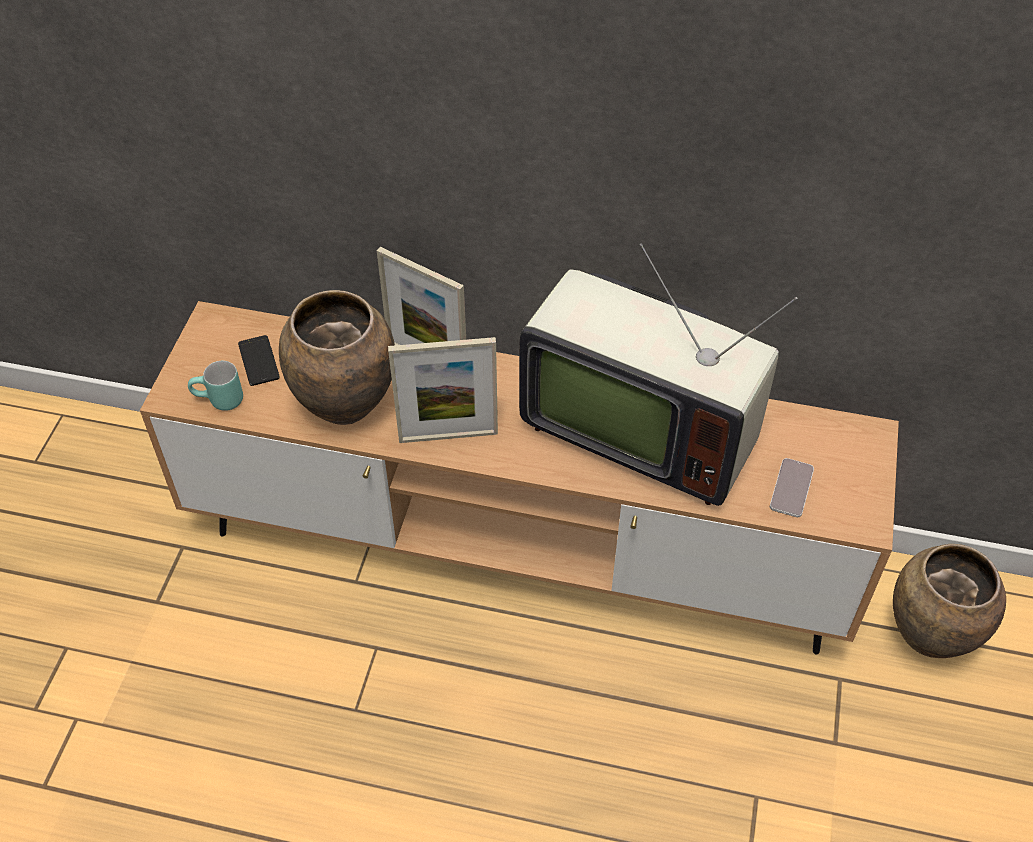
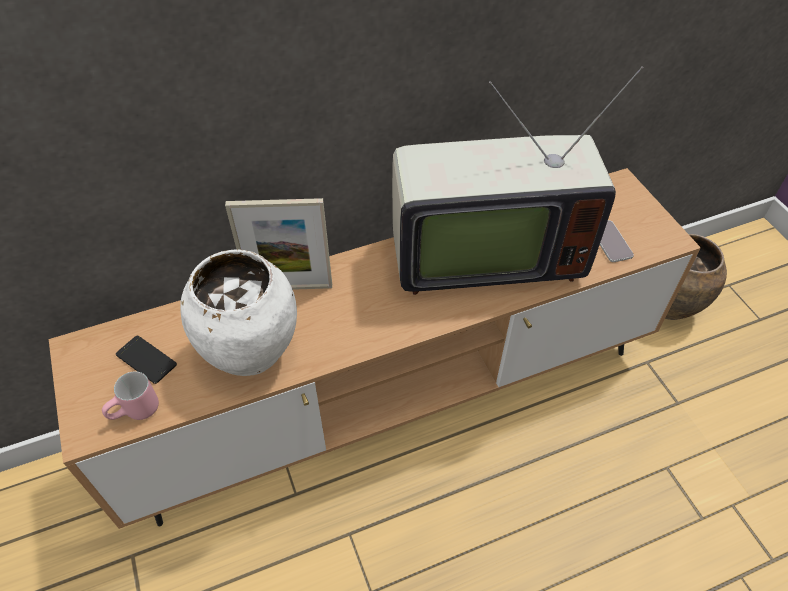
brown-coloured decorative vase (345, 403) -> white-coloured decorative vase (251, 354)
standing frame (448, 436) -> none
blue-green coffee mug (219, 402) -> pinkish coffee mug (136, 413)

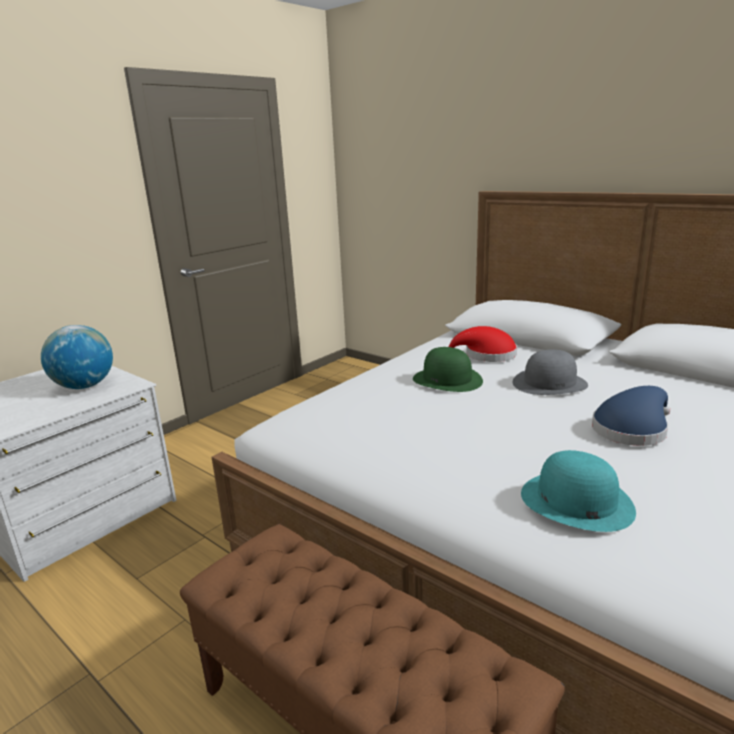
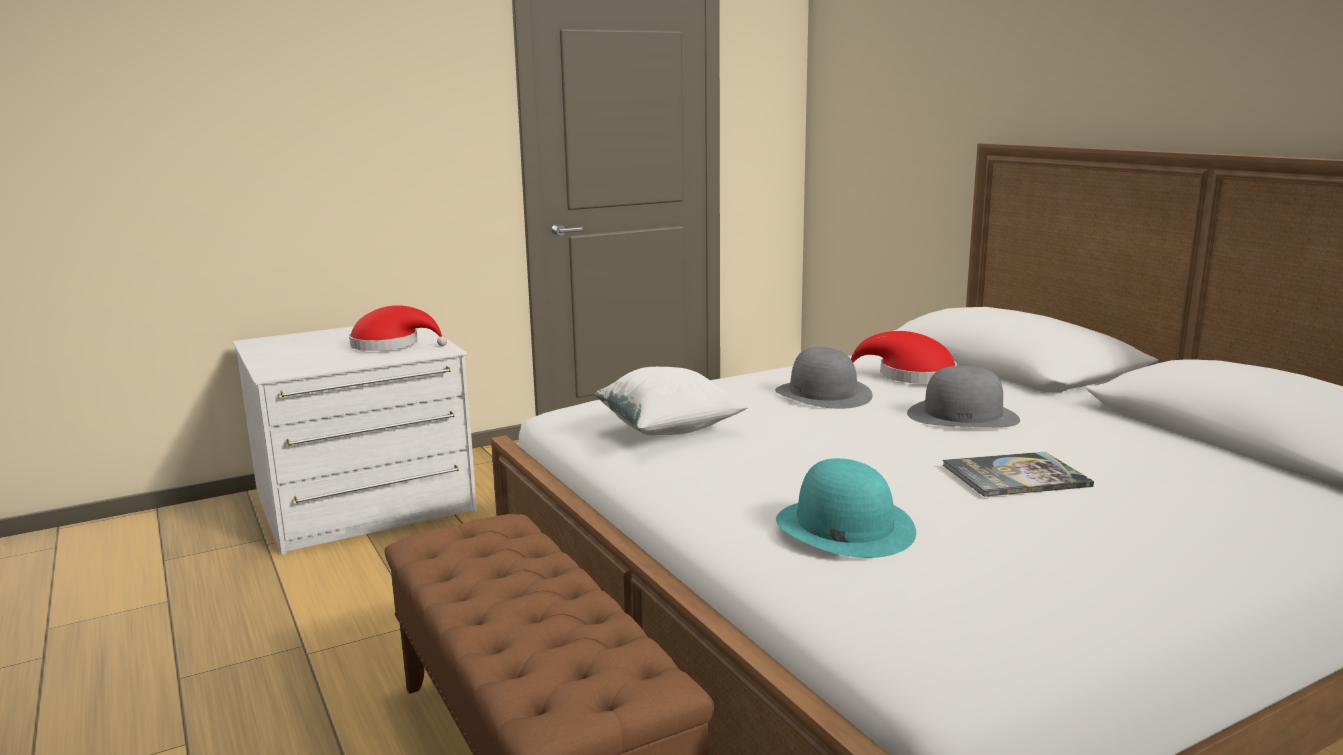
globe (84, 386) -> reddish wearable hat (391, 345)
greenish wearable hat (447, 379) -> gray wearable hat (823, 394)
blue wearable hat (632, 429) -> book (1015, 476)
none -> white-coloured cushion (668, 431)

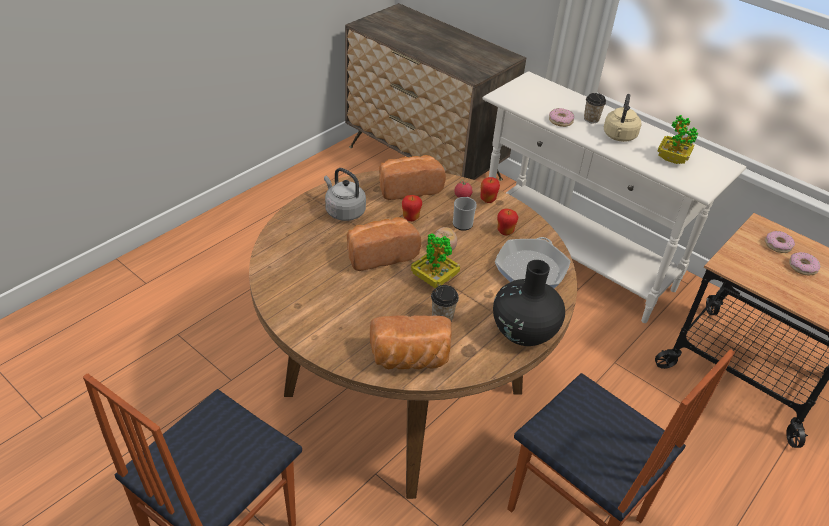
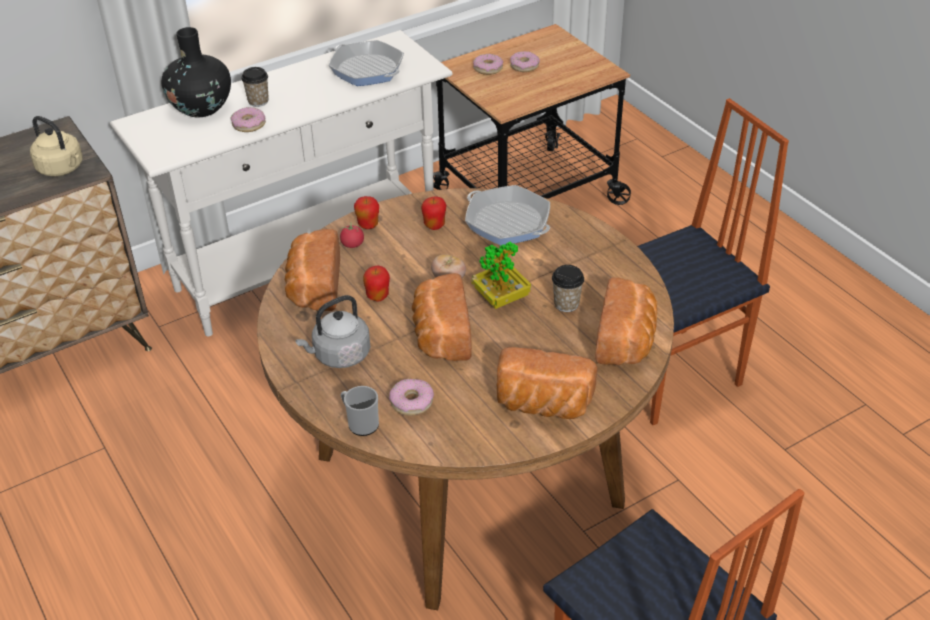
beige kettle (619, 137) -> beige kettle (62, 169), relocated
houseplant (672, 159) -> skillet (367, 69)
coffee mug (463, 222) -> coffee mug (360, 423), relocated
black decorative vase (524, 332) -> black decorative vase (201, 107), relocated
none -> bakery bread (542, 405)
none -> doughnut (411, 402)

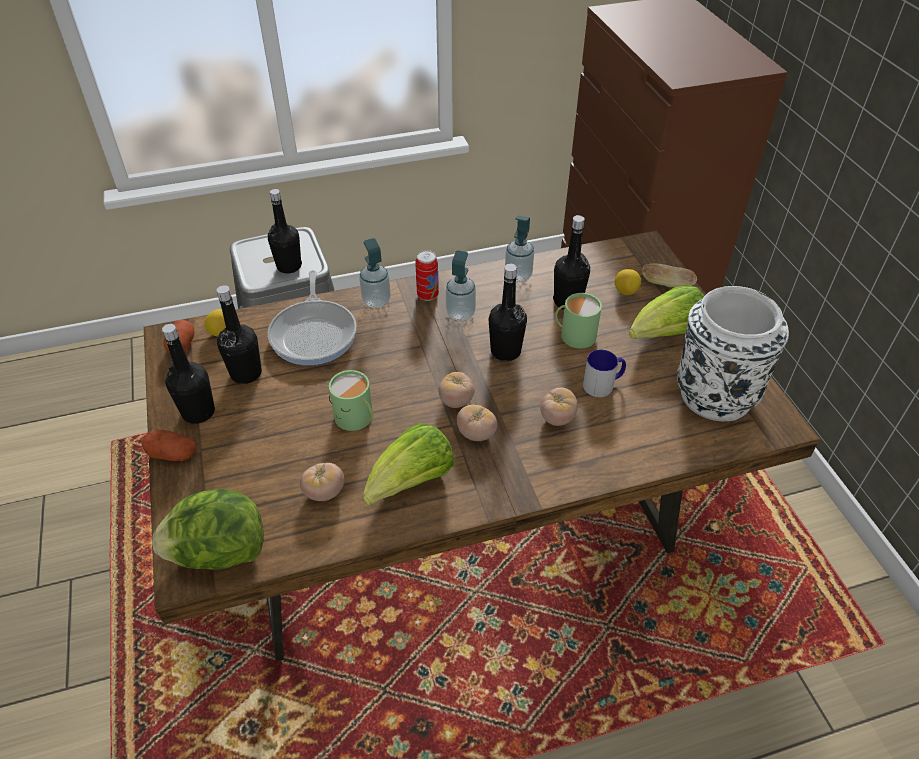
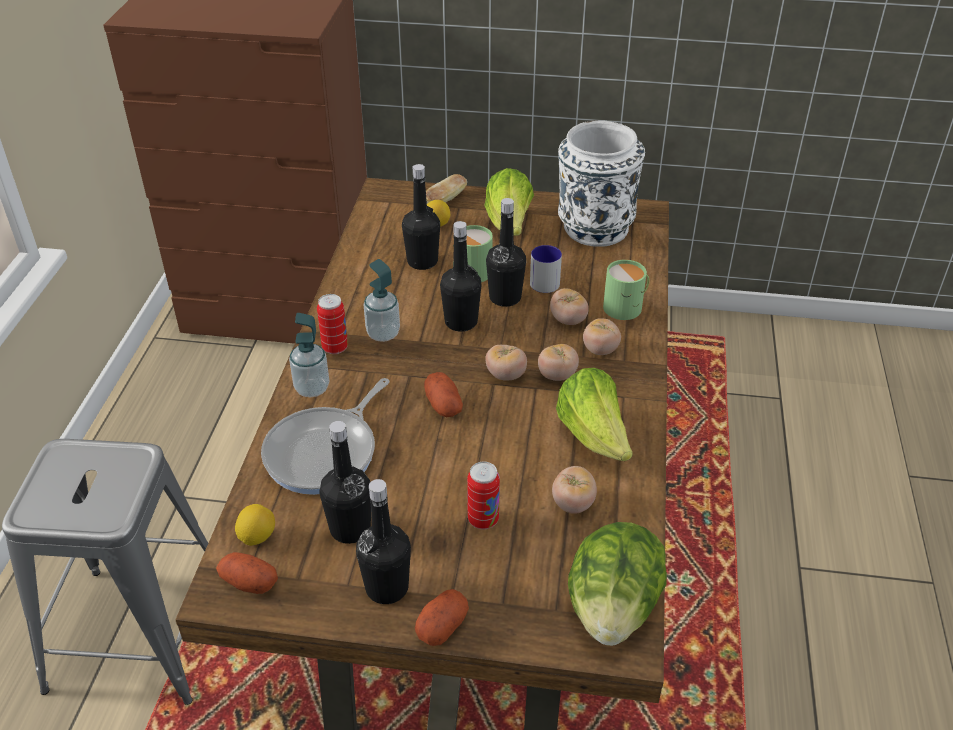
black beverage bottle (289, 266) -> black beverage bottle (505, 297), relocated
liquid soap bottle (518, 276) -> none
skillet (314, 333) -> skillet (325, 452), 105 degrees clockwise
greenish coffee mug (356, 418) -> greenish coffee mug (626, 307), relocated
none -> tomato (600, 350)
none -> potato (443, 405)
none -> sealed can (483, 520)

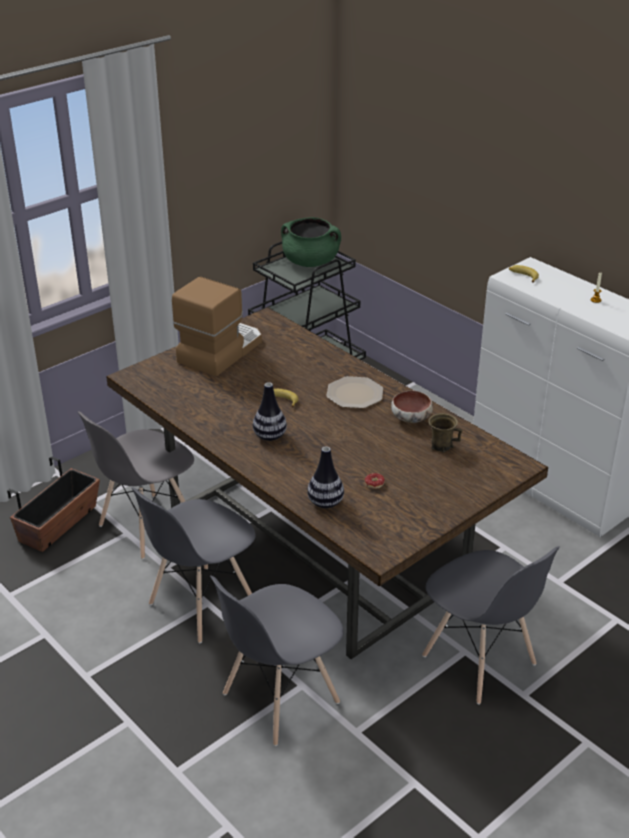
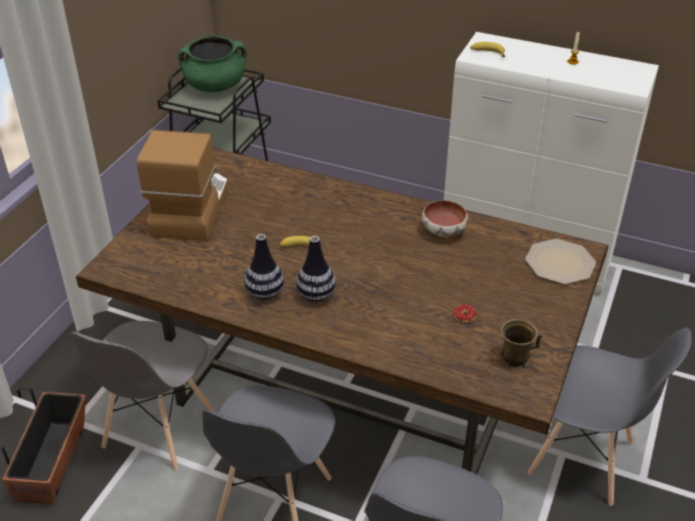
plate (354, 394) -> plate (559, 263), relocated
brown-coloured coffee mug (441, 445) -> brown-coloured coffee mug (515, 357), relocated
decorative vase (325, 503) -> decorative vase (265, 294), relocated

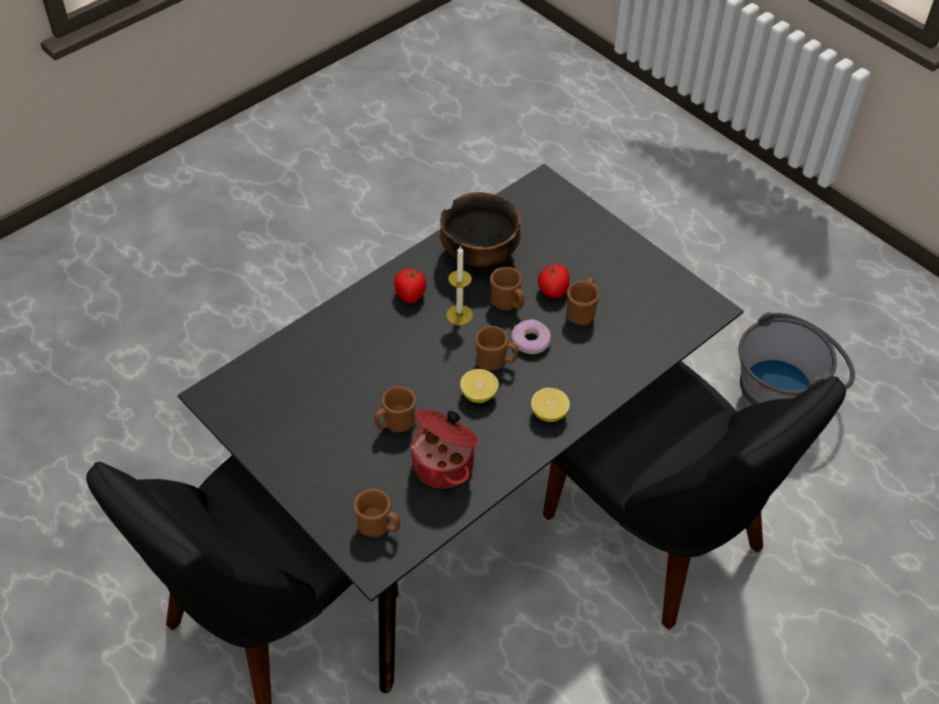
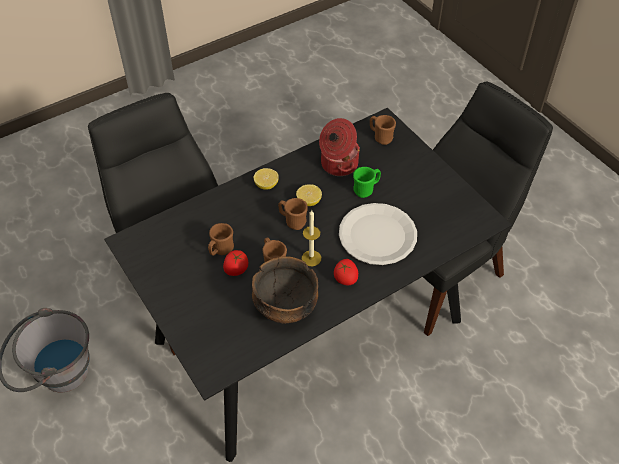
doughnut (530, 341) -> none
brown-coloured coffee mug (395, 424) -> greenish coffee mug (366, 189)
none -> white-coloured plate (378, 235)

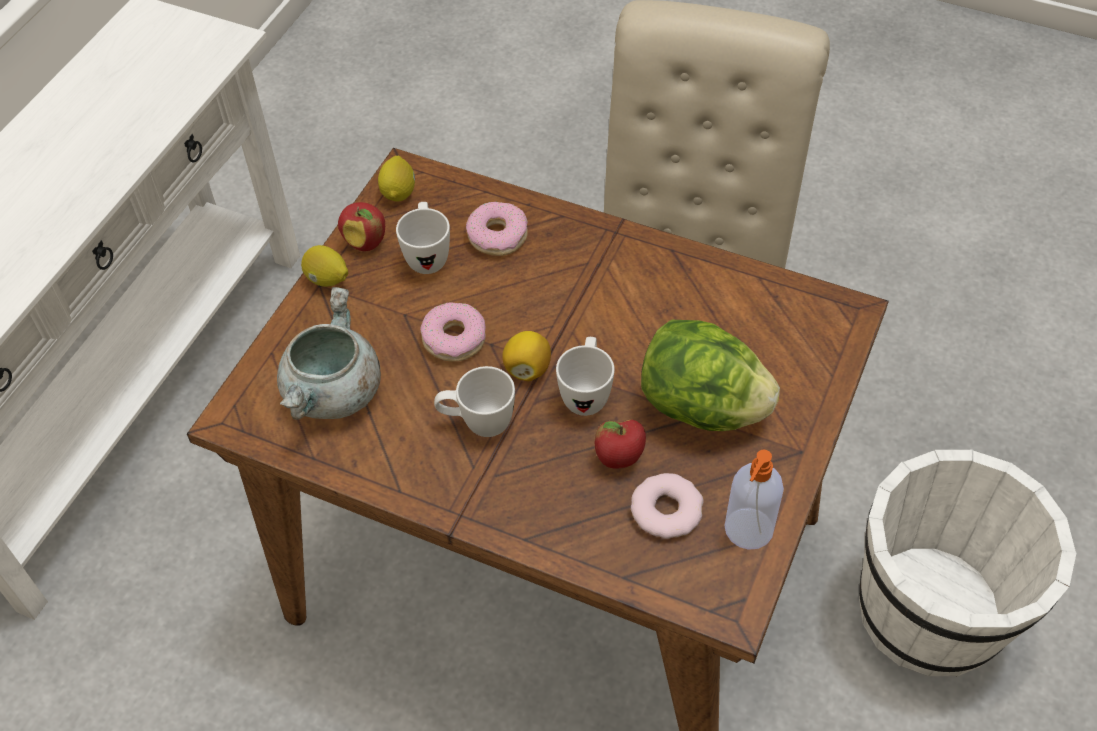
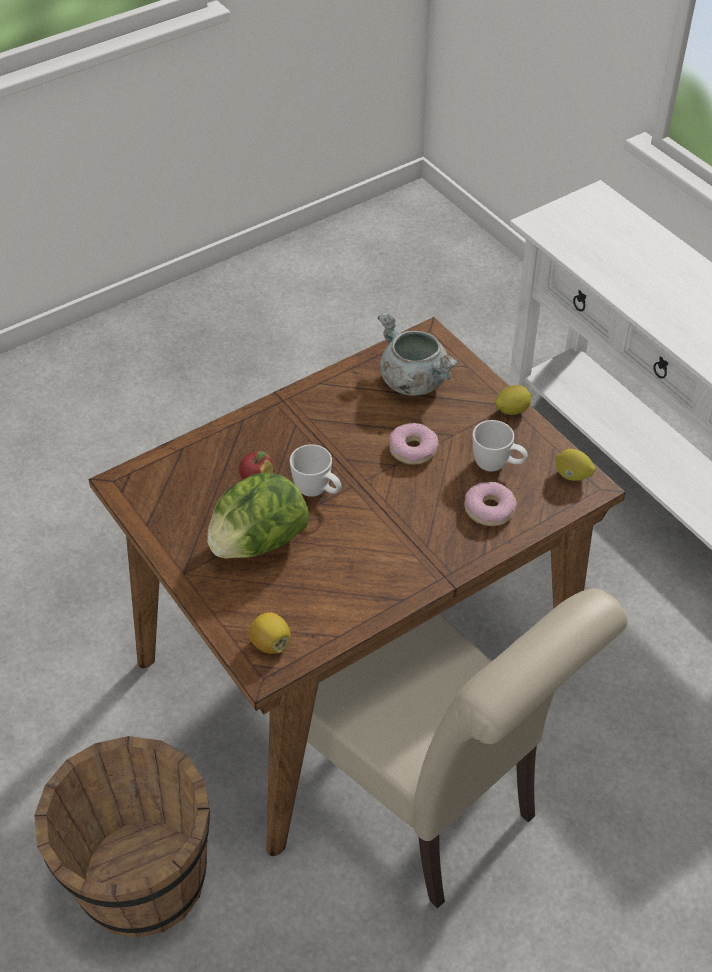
whole apple (366, 242) -> none
lemon (527, 368) -> lemon (270, 643), relocated
white-coloured coffee mug (477, 423) -> none
liquid soap bottle (748, 530) -> none
white-coloured water bucket (932, 613) -> brown-coloured water bucket (140, 879)
doughnut (666, 510) -> none

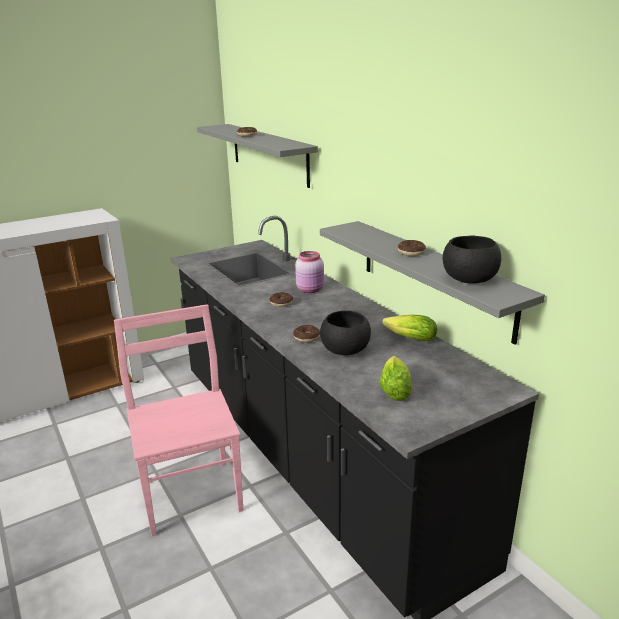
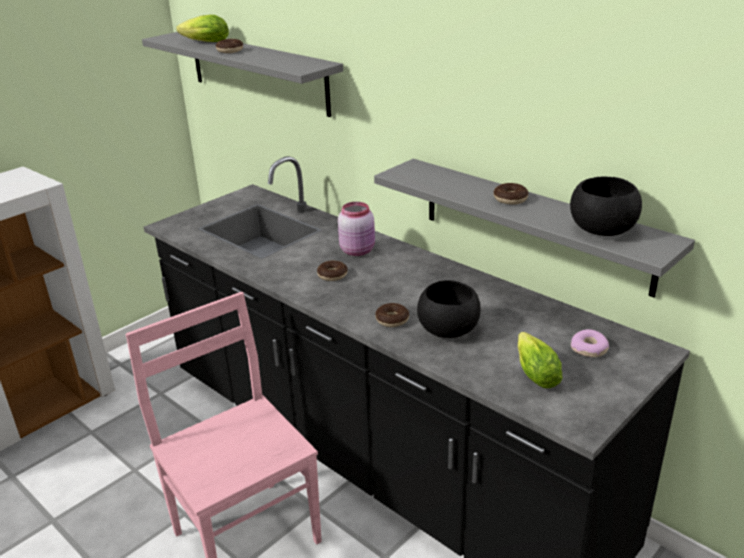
lettuce (408, 338) -> lettuce (203, 42), relocated
none -> doughnut (589, 349)

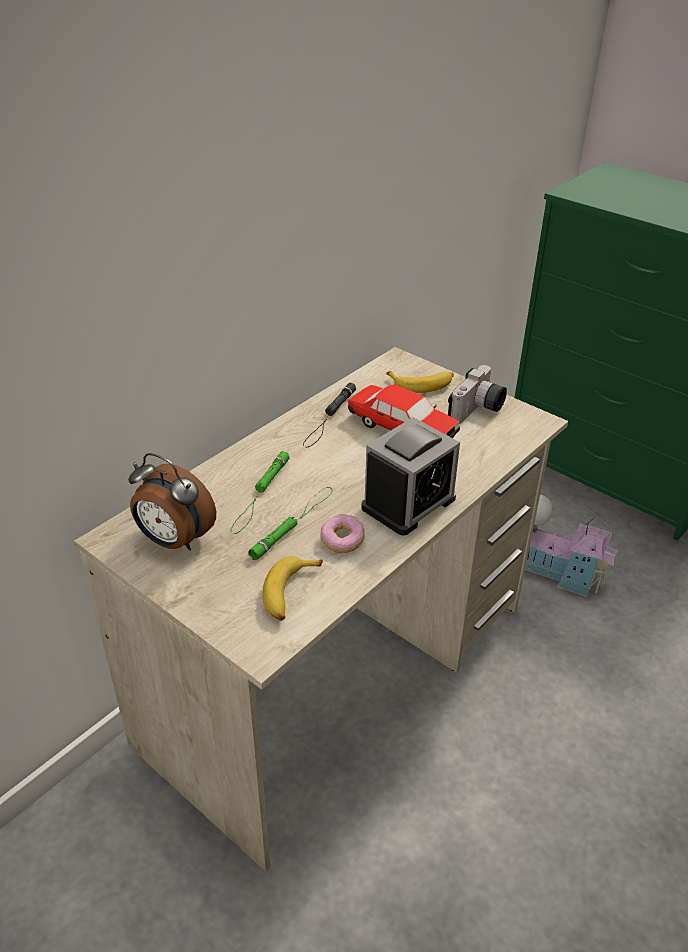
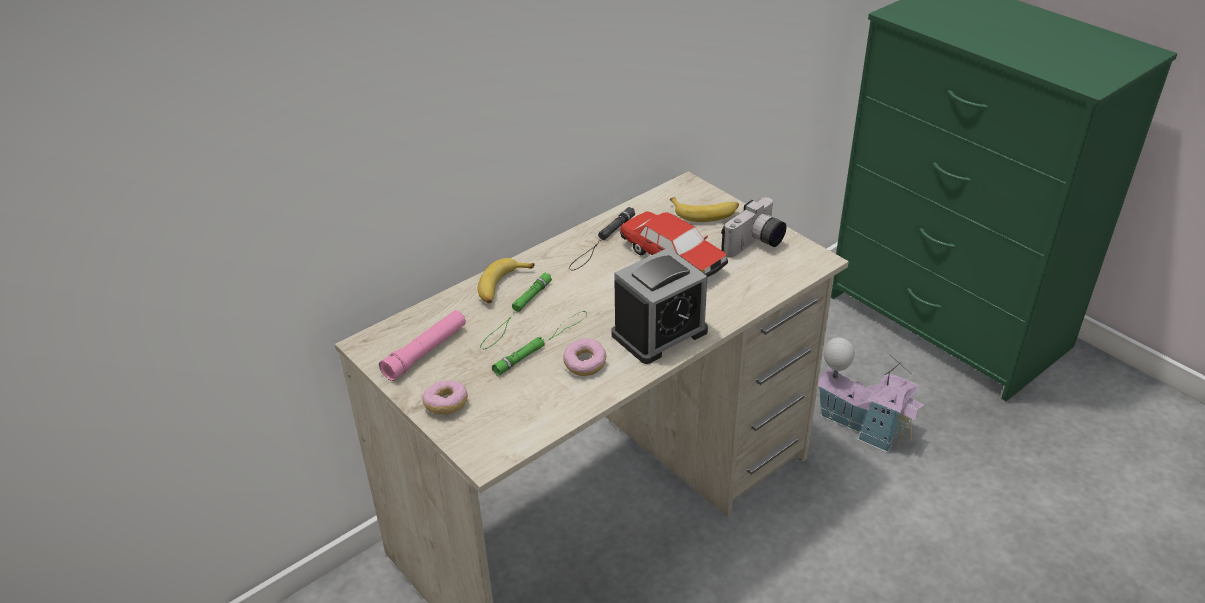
alarm clock (174, 541) -> pinkish torch (426, 351)
banana (290, 594) -> banana (502, 287), relocated
none -> doughnut (446, 404)

